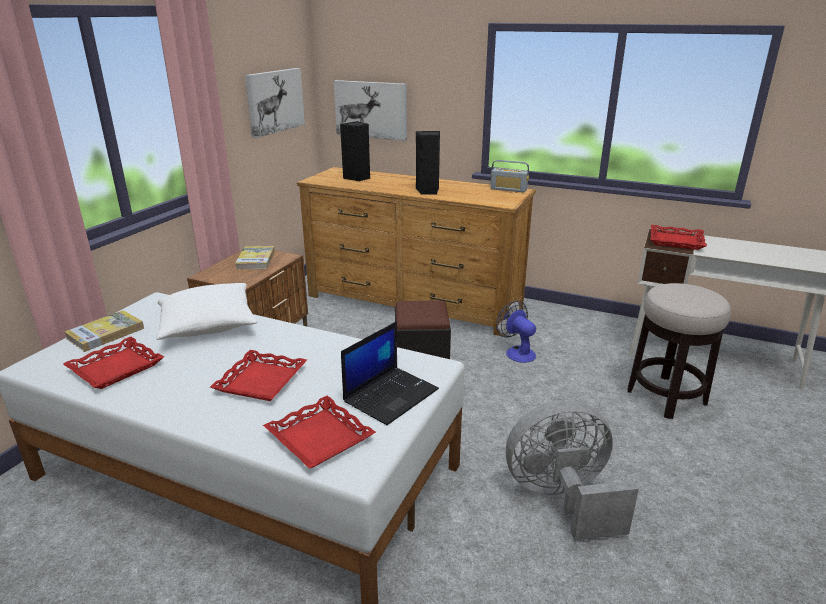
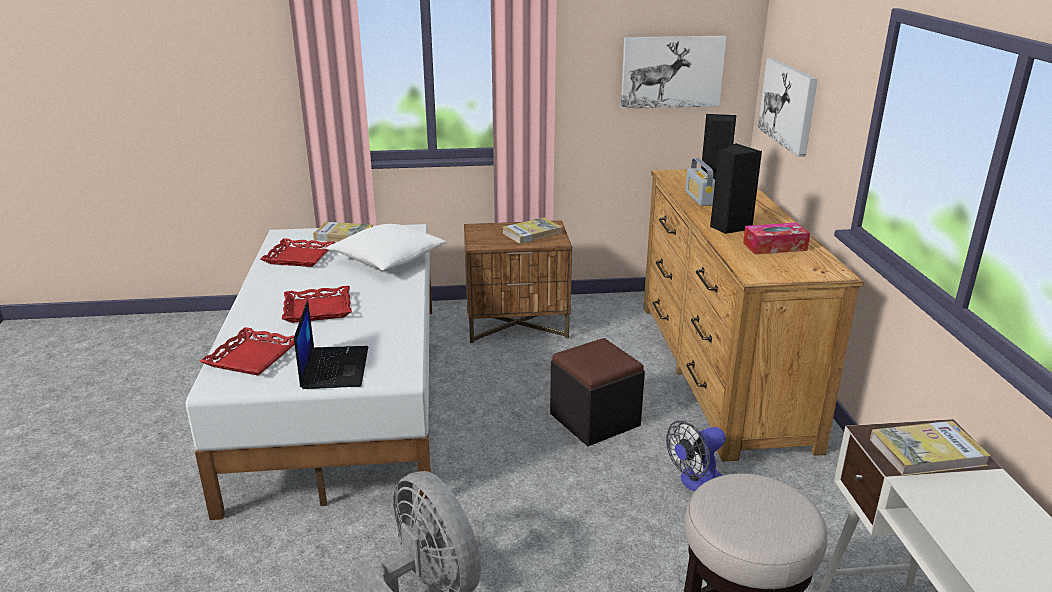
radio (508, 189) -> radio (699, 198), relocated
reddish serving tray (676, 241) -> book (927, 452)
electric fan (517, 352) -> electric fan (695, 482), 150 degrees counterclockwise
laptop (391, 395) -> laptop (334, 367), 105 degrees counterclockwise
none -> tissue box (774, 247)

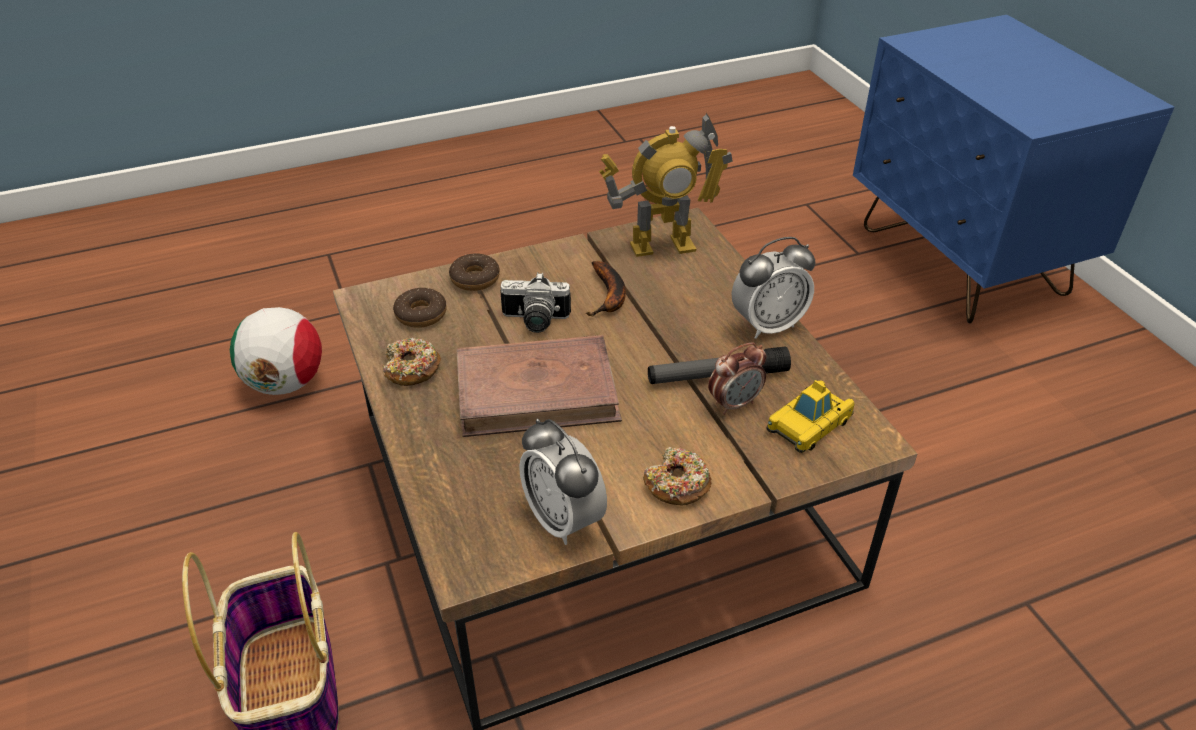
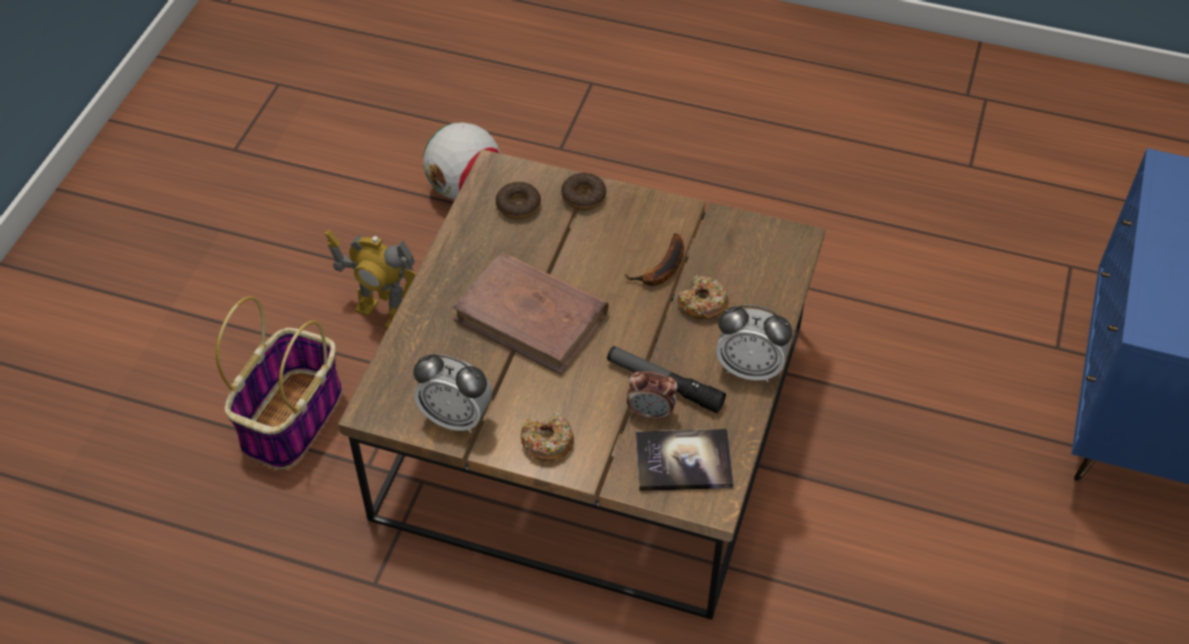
toy robot (662, 246) -> toy robot (383, 313), relocated
still camera (534, 321) -> none
doughnut (411, 369) -> doughnut (702, 304), relocated
model car (809, 424) -> book (683, 461)
alarm clock (563, 520) -> alarm clock (456, 417), 75 degrees counterclockwise

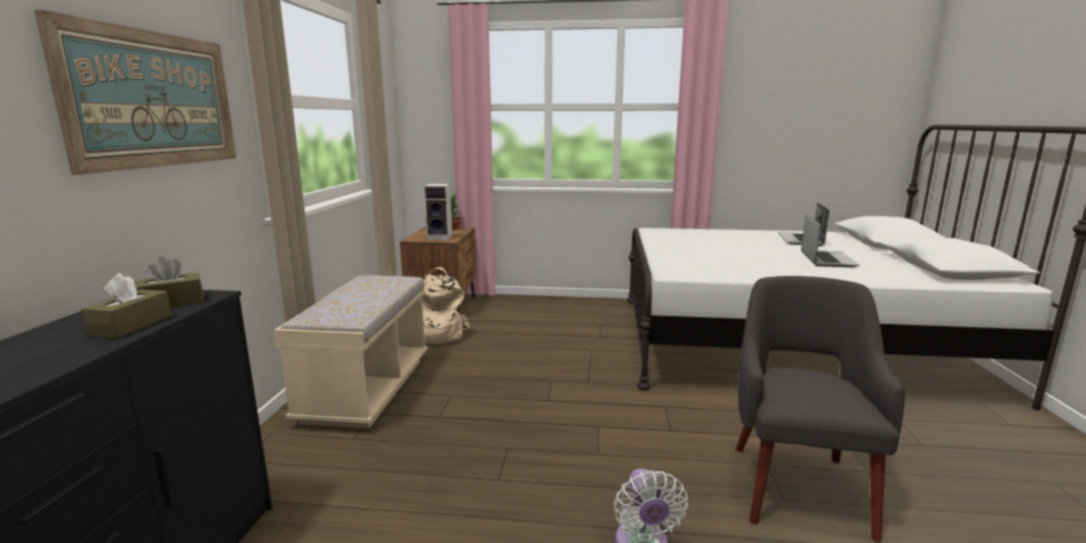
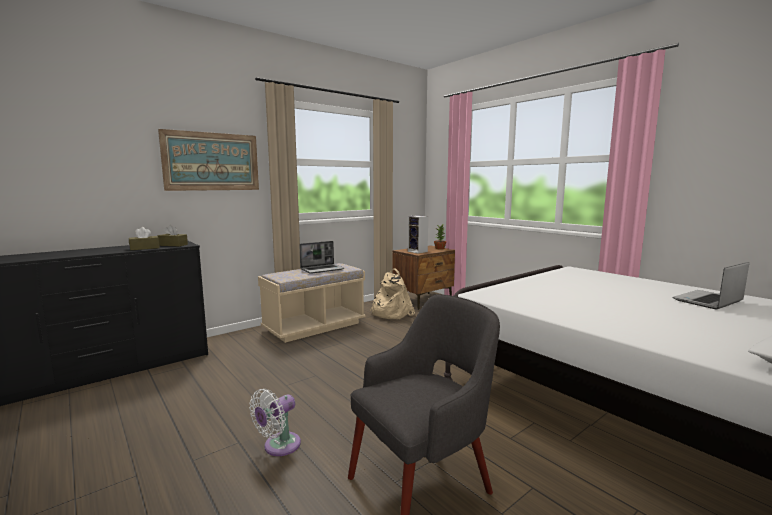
laptop (826, 259) -> laptop (322, 269), relocated

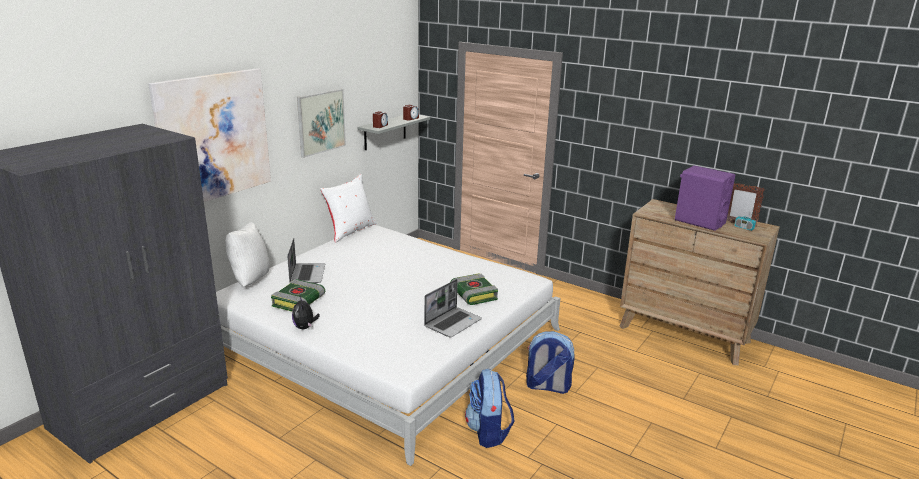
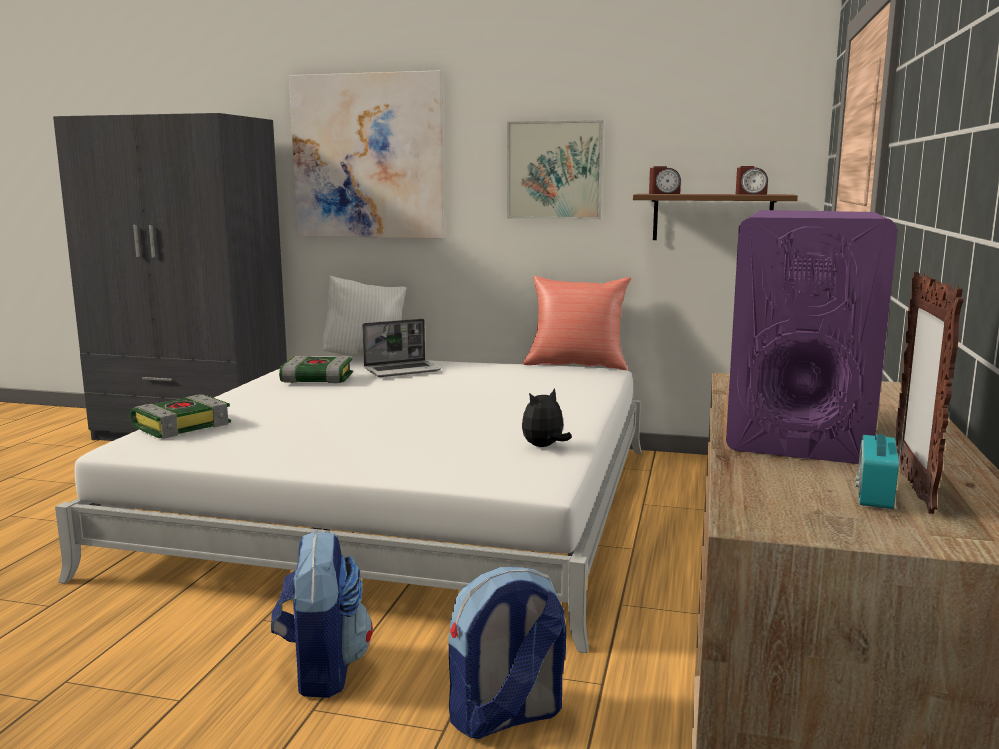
gray bracket shelf (385, 131) -> brown-coloured bracket shelf (712, 217)
white-coloured cushion (350, 231) -> reddish cushion (576, 364)
book (472, 294) -> book (182, 425), relocated
laptop (453, 323) -> none
plush toy (305, 327) -> plush toy (544, 447), relocated
rucksack (488, 432) -> rucksack (506, 717), relocated

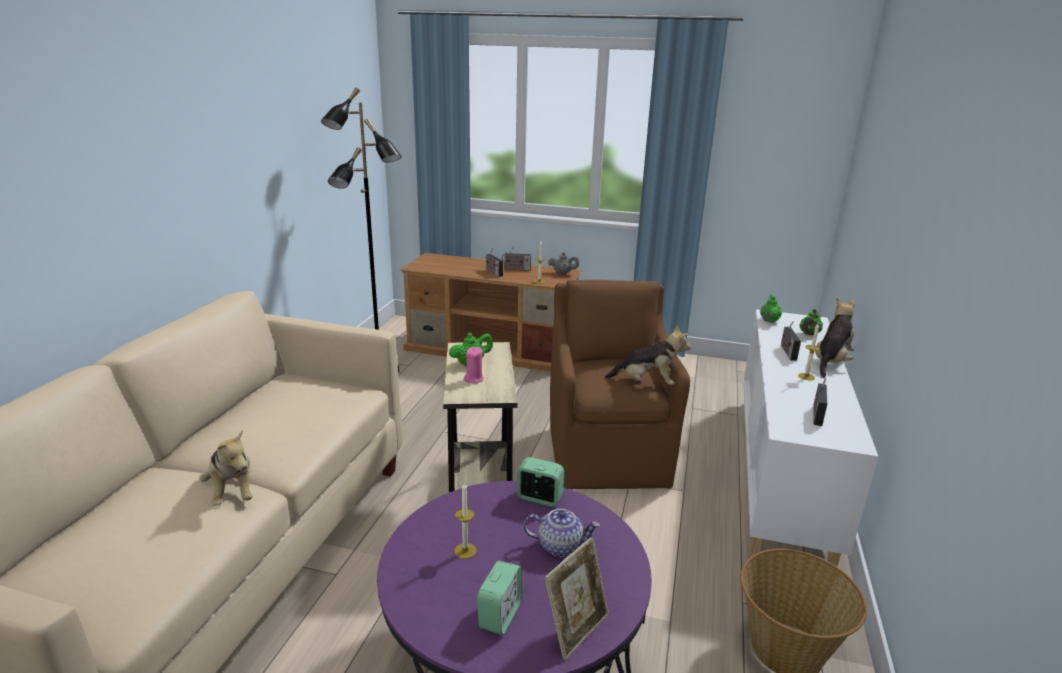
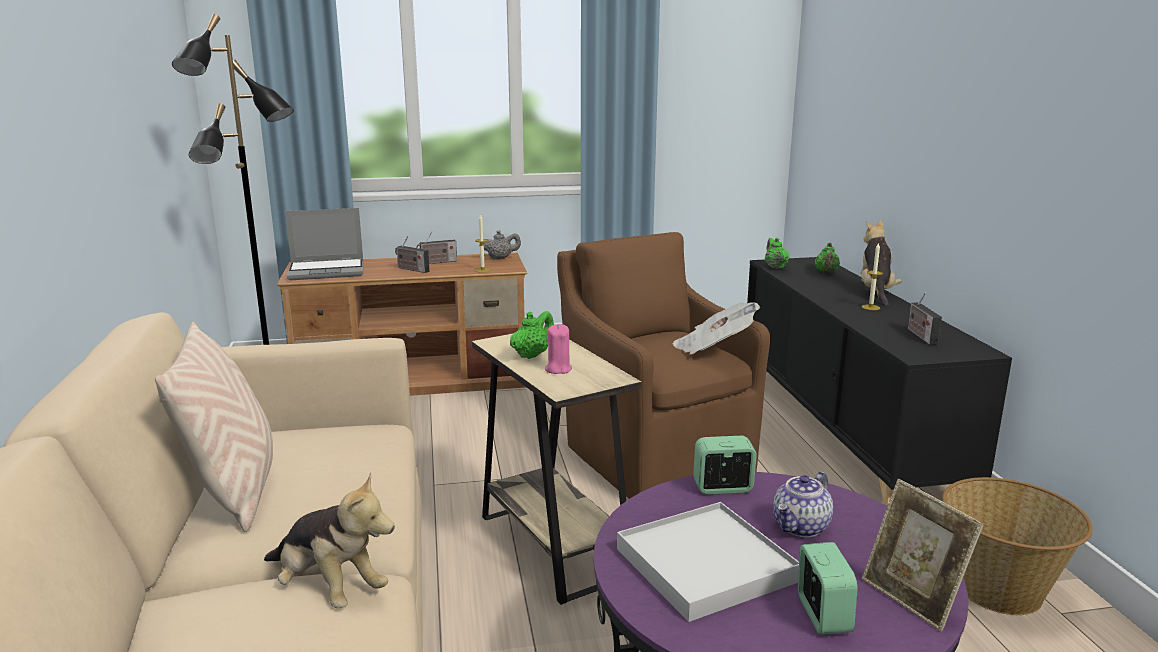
white-coloured storage cabinet (781, 472) -> black storage cabinet (843, 430)
radio (787, 352) -> none
plush toy (647, 383) -> newspaper (713, 348)
wax light (465, 551) -> white-coloured serving tray (706, 565)
tea pot (560, 546) -> tea pot (801, 527), 150 degrees clockwise
standing frame (576, 628) -> standing frame (912, 599), 135 degrees clockwise
none -> laptop (328, 271)
none -> beige cushion (234, 491)

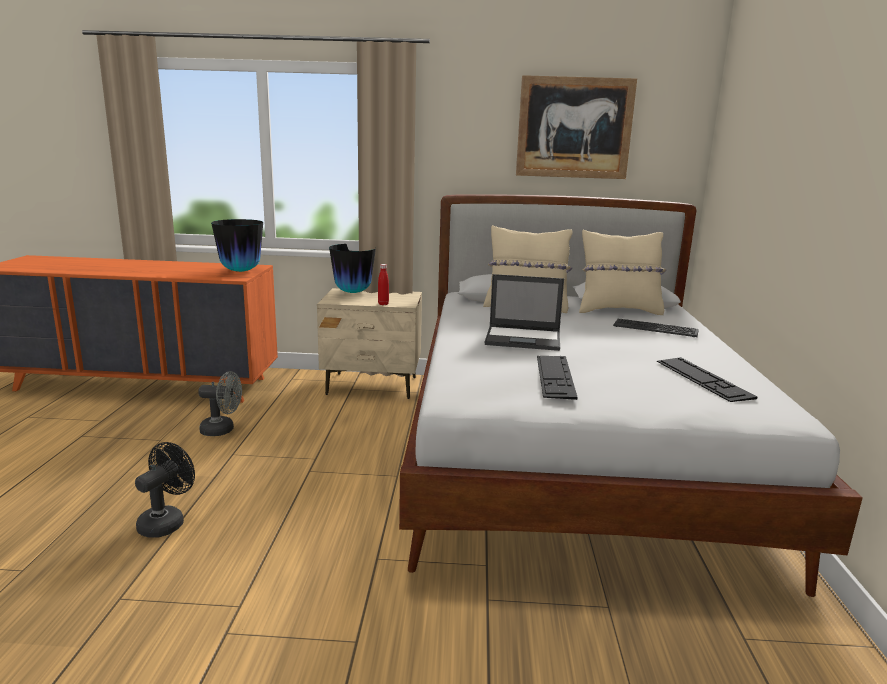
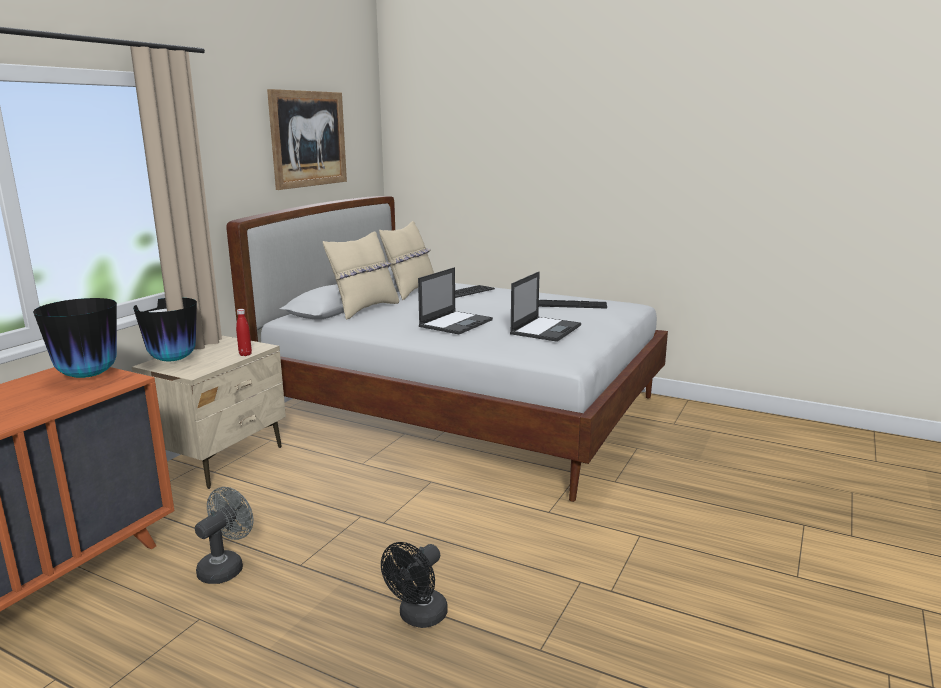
keyboard (555, 376) -> laptop (546, 329)
black electric fan (166, 522) -> black electric fan (418, 618), 105 degrees counterclockwise

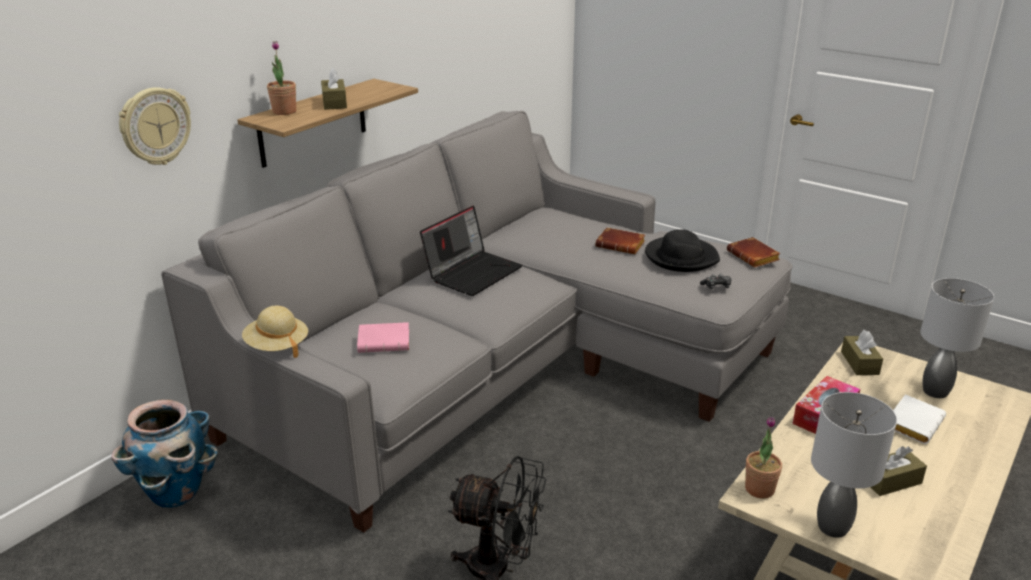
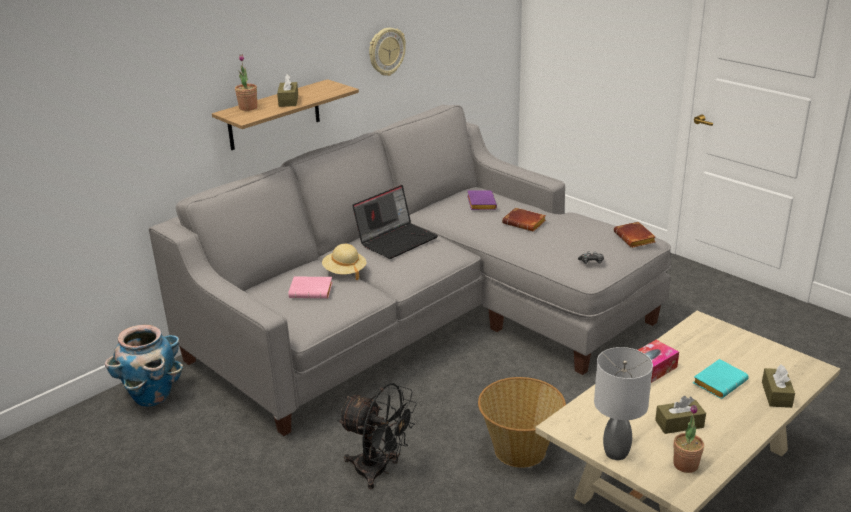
clock on the wall (155, 126) -> clock on the wall (386, 51), relocated
black wearable hat (681, 257) -> none
gray lamp for a table (934, 392) -> none
beige wearable hat (277, 346) -> beige wearable hat (344, 272), relocated
brown-coloured tissue box (859, 363) -> brown-coloured tissue box (776, 394), relocated
white-coloured book (912, 423) -> blue-green book (719, 382)
houseplant (759, 489) -> houseplant (685, 465), relocated
none -> purple book (480, 203)
none -> storage basket (520, 451)

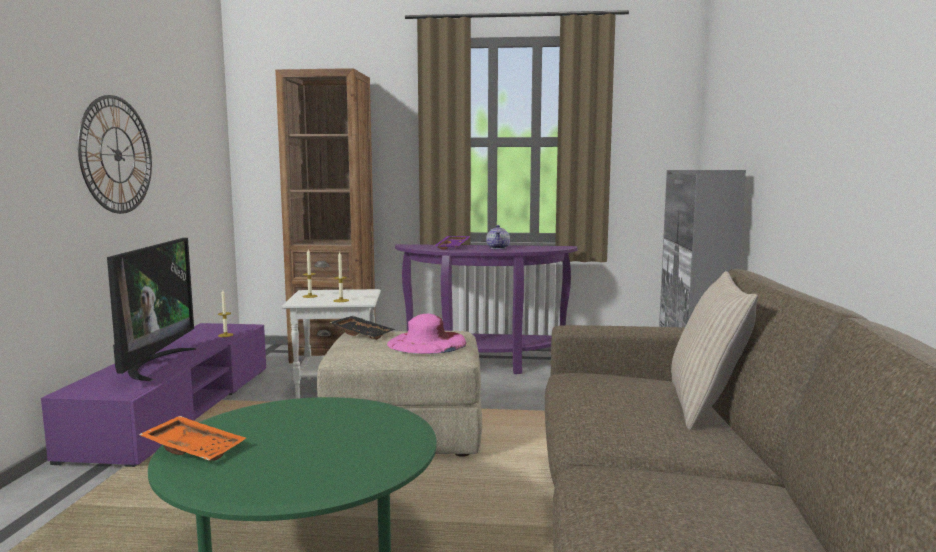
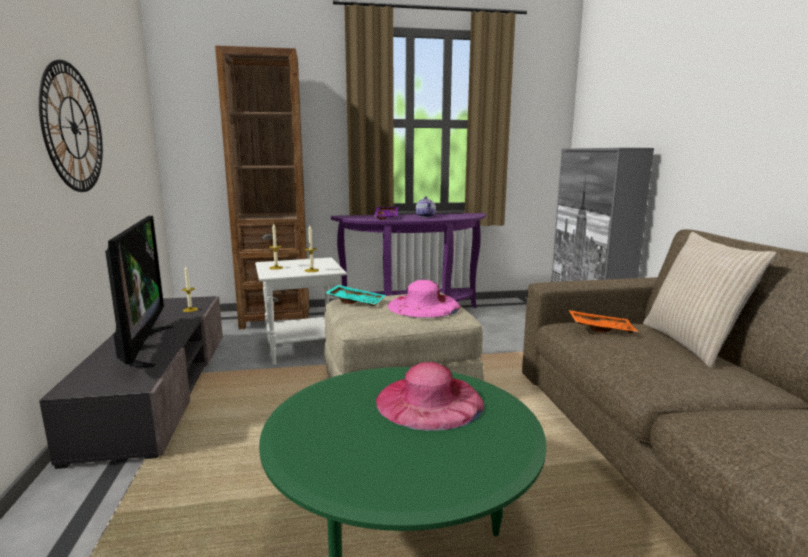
black serving tray (363, 334) -> blue-green serving tray (356, 302)
purple media console (178, 409) -> gray media console (159, 387)
orange-coloured serving tray (195, 448) -> orange-coloured serving tray (601, 329), relocated
none -> pinkish wearable hat (429, 401)

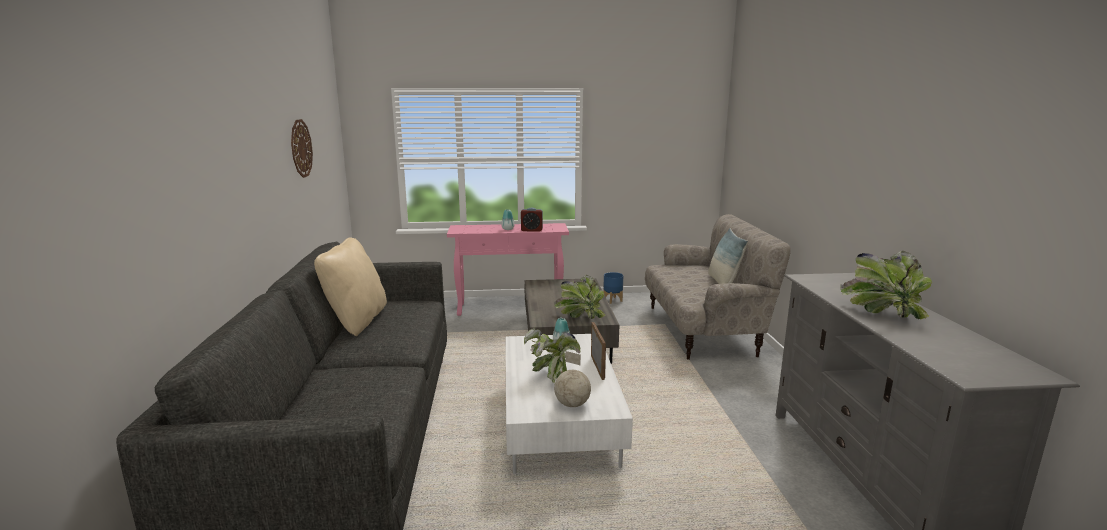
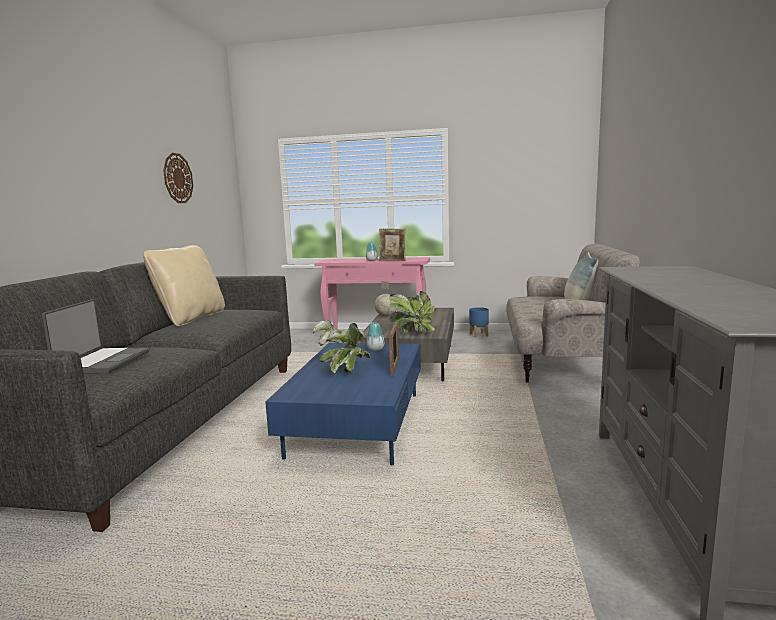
alarm clock (531, 230) -> standing frame (392, 260)
houseplant (882, 313) -> none
white-coloured lounge table (558, 422) -> blue lounge table (356, 423)
globe (572, 404) -> globe (386, 316), relocated
none -> laptop (102, 362)

